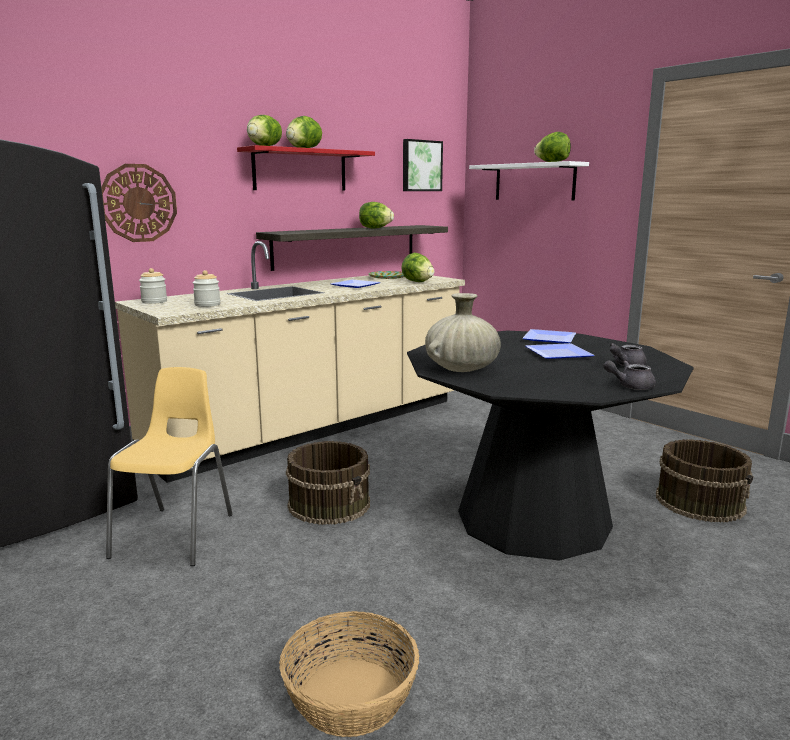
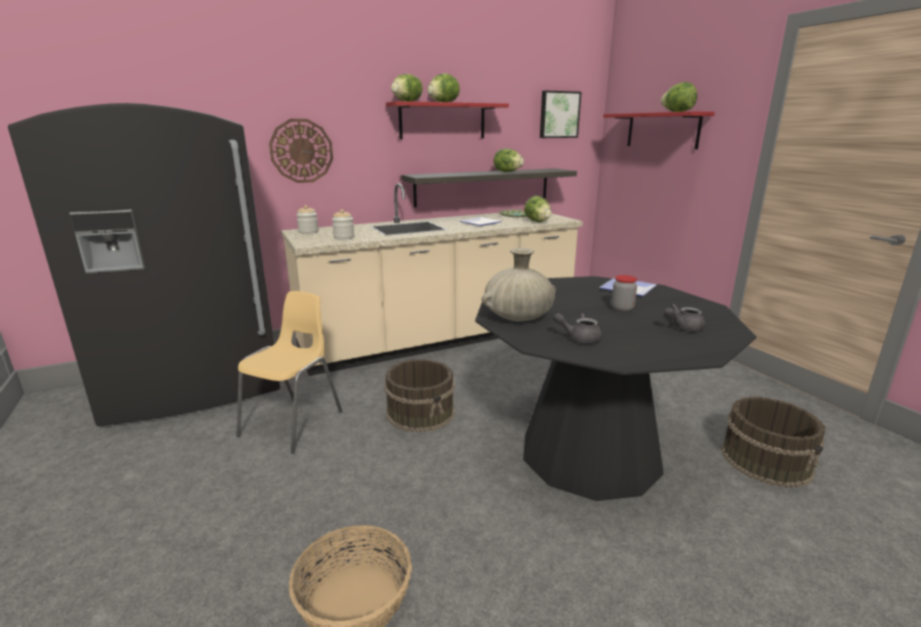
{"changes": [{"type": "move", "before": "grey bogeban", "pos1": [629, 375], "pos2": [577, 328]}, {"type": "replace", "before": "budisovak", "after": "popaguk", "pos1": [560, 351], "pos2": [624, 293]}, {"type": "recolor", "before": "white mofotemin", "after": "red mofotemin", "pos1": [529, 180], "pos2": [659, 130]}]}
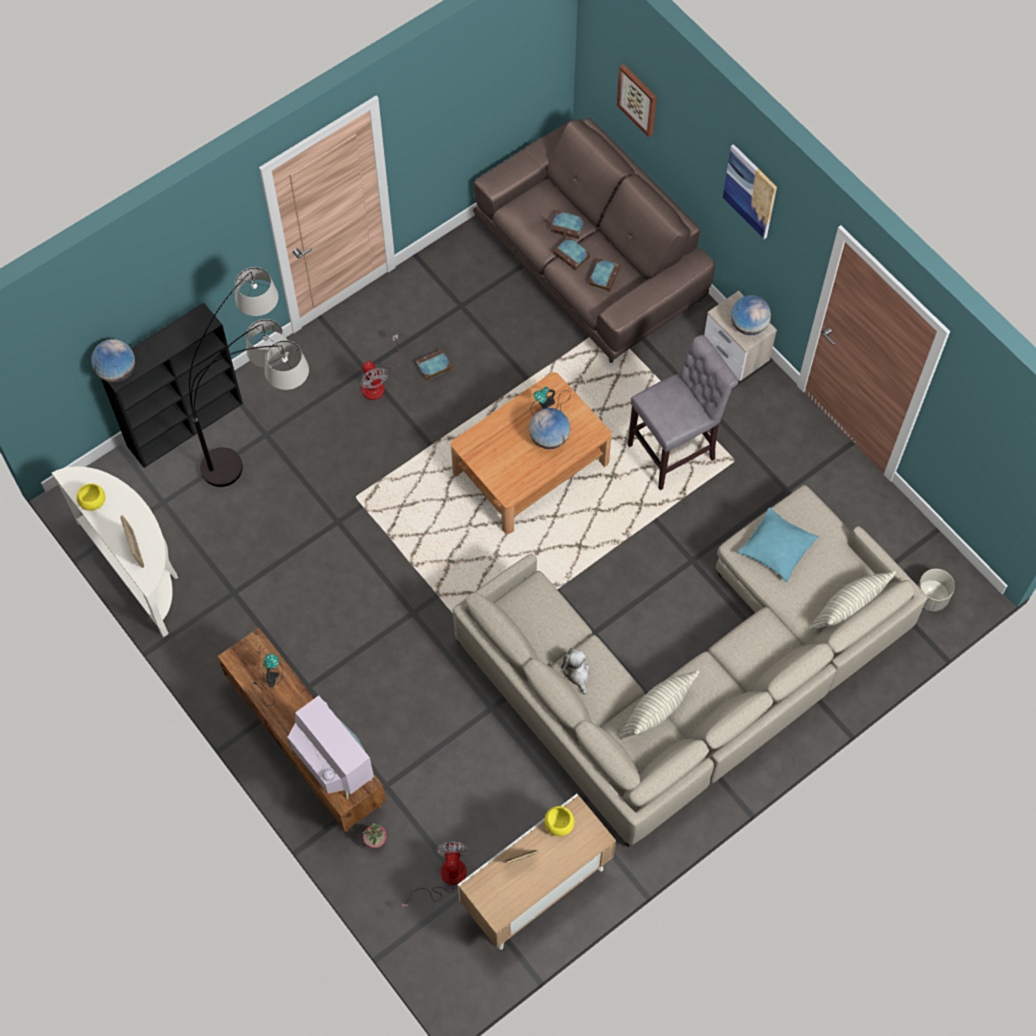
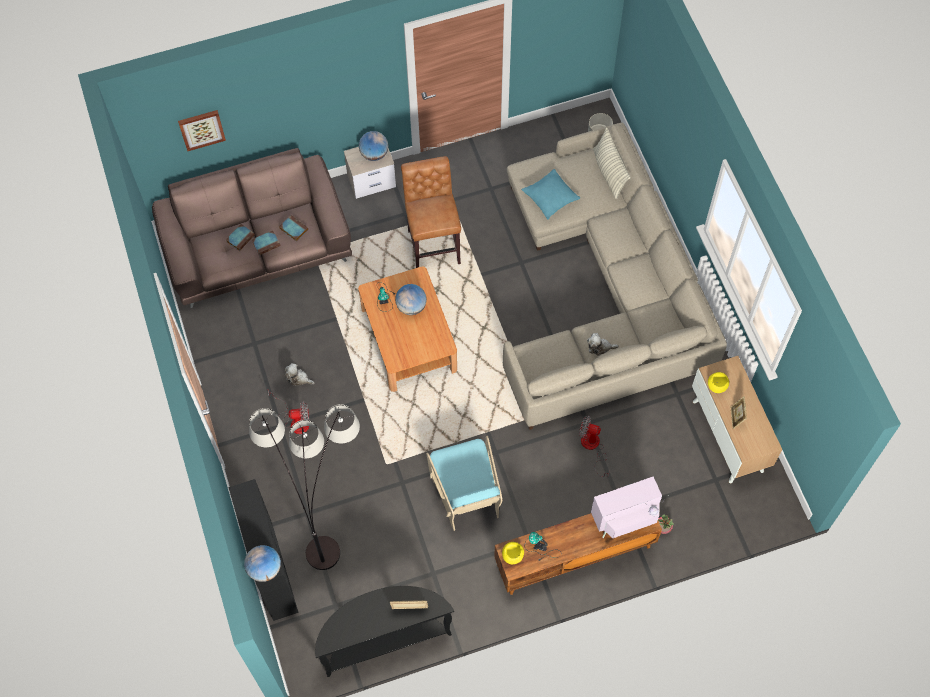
{"changes": [{"type": "delete", "before": "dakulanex", "pos1": [659, 705]}, {"type": "delete", "before": "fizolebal", "pos1": [750, 191]}, {"type": "insert", "after": "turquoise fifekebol", "pos2": [464, 483]}, {"type": "move", "before": "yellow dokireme", "pos1": [91, 497], "pos2": [513, 553]}, {"type": "move", "before": "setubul", "pos1": [435, 874], "pos2": [594, 446]}, {"type": "replace", "before": "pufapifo", "after": "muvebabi", "pos1": [433, 365], "pos2": [300, 374]}, {"type": "recolor", "before": "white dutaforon", "after": "black dutaforon", "pos1": [115, 552], "pos2": [384, 631]}, {"type": "recolor", "before": "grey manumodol", "after": "brown manumodol", "pos1": [683, 412], "pos2": [431, 212]}]}
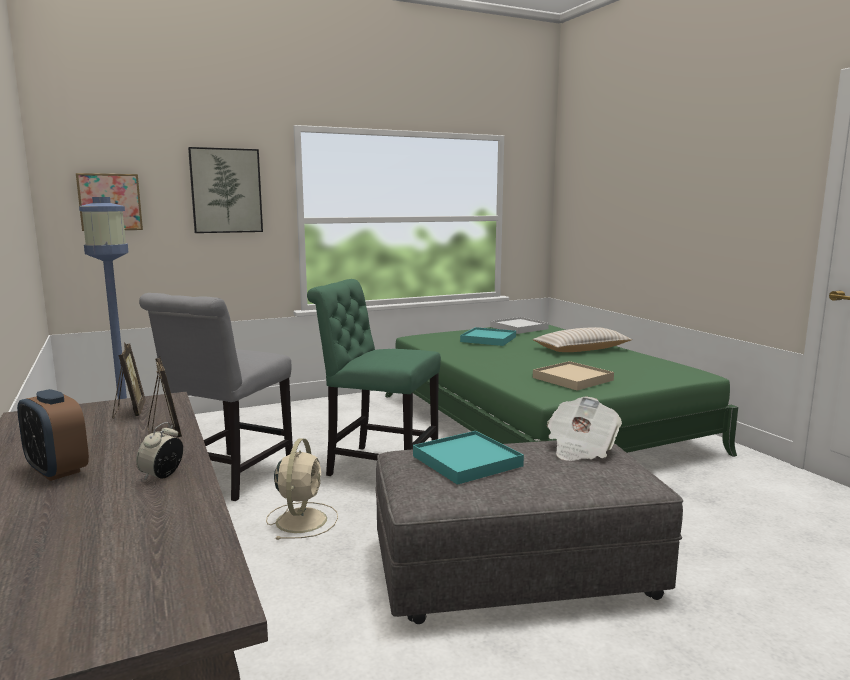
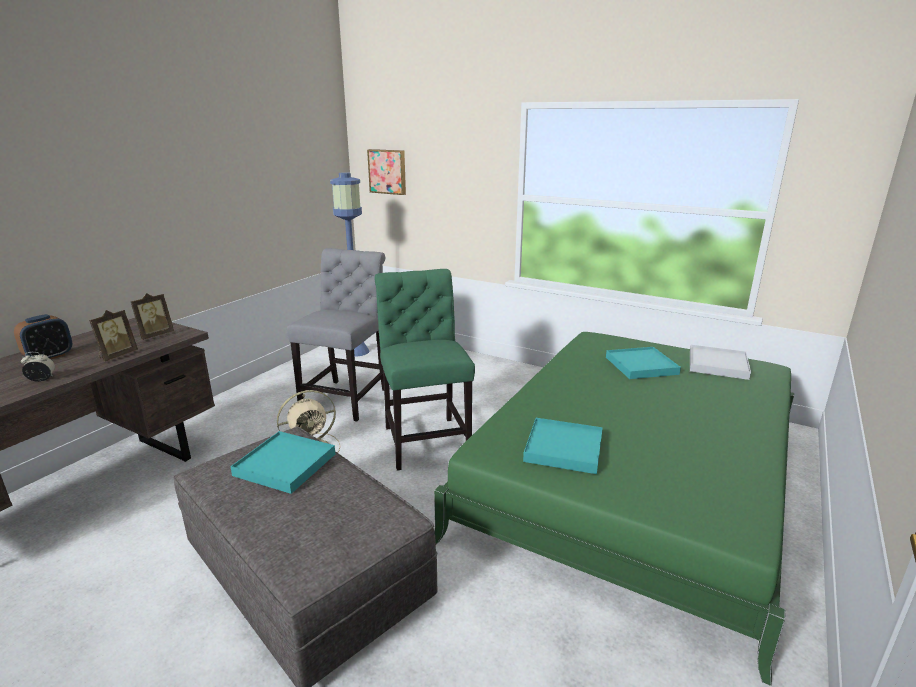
{"changes": [{"type": "delete", "before": "fizolebal", "pos1": [225, 190]}, {"type": "delete", "before": "beige dakulanex", "pos1": [582, 339]}, {"type": "delete", "before": "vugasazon", "pos1": [584, 429]}, {"type": "recolor", "before": "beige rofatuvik", "after": "turquoise rofatuvik", "pos1": [573, 375], "pos2": [563, 446]}, {"type": "rotate", "before": "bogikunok", "pos1": [53, 435], "pos2": [43, 336], "turn": -150}, {"type": "rotate", "before": "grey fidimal", "pos1": [216, 397], "pos2": [336, 334], "turn": 120}]}
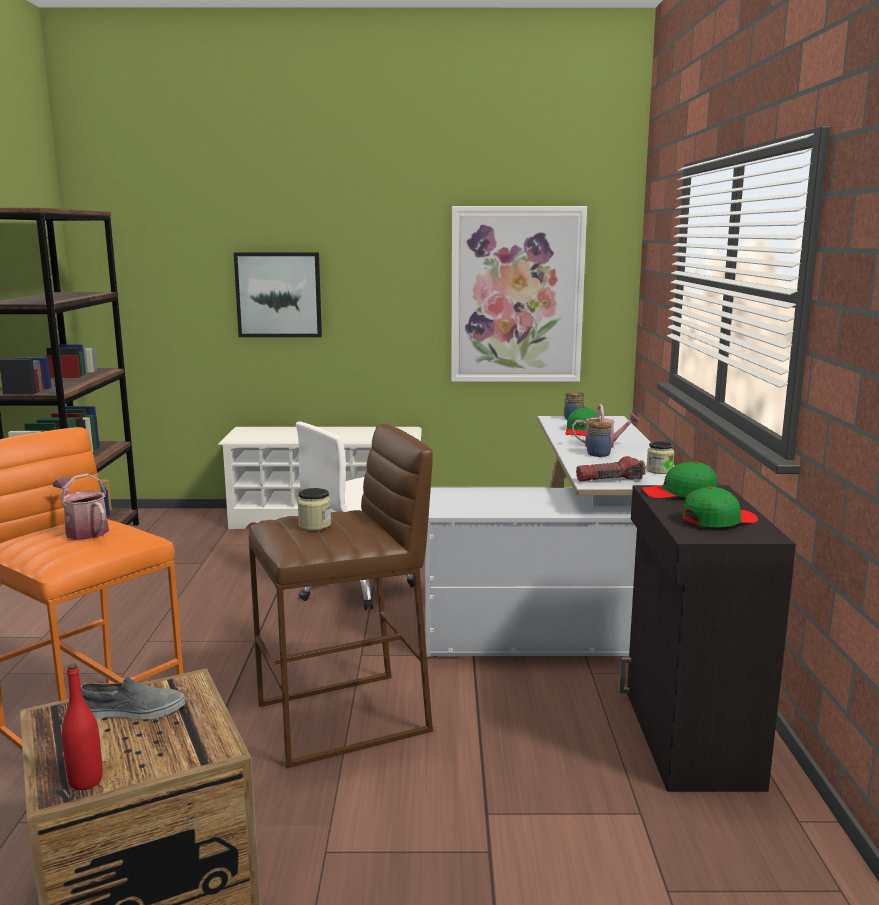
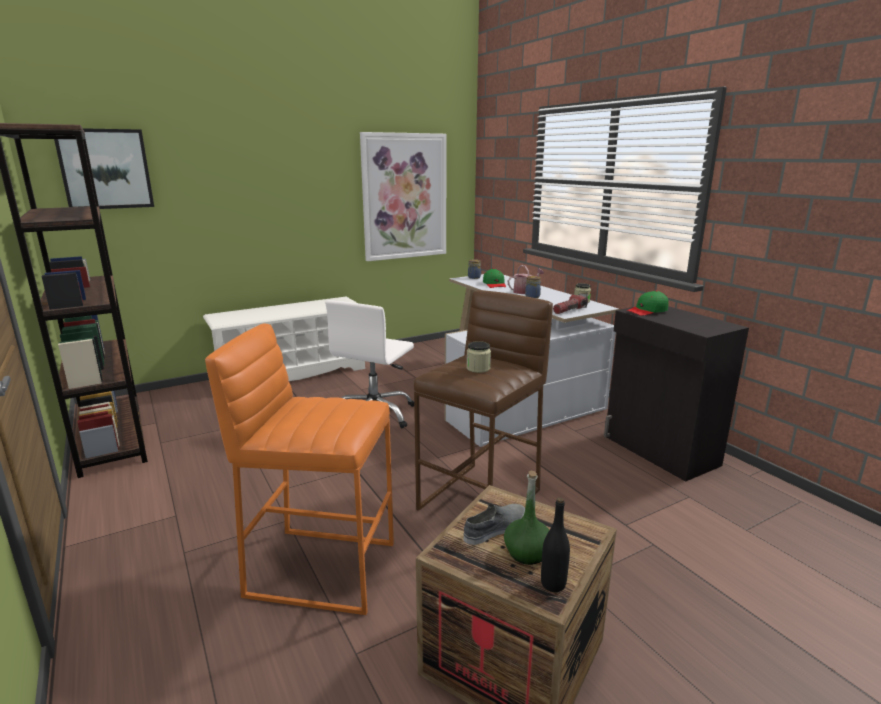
{"changes": [{"type": "delete", "before": "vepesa", "pos1": [80, 506]}, {"type": "delete", "before": "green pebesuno", "pos1": [720, 507]}, {"type": "insert", "after": "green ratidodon", "pos2": [526, 518]}, {"type": "move", "before": "fizolebal", "pos1": [278, 294], "pos2": [104, 168]}, {"type": "recolor", "before": "red ratidodon", "after": "black ratidodon", "pos1": [82, 727], "pos2": [555, 545]}]}
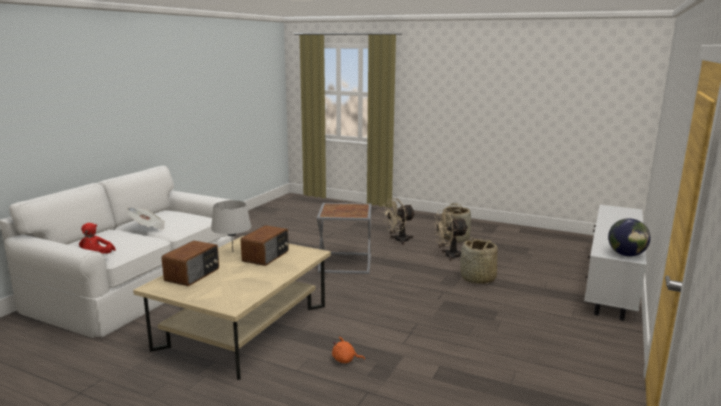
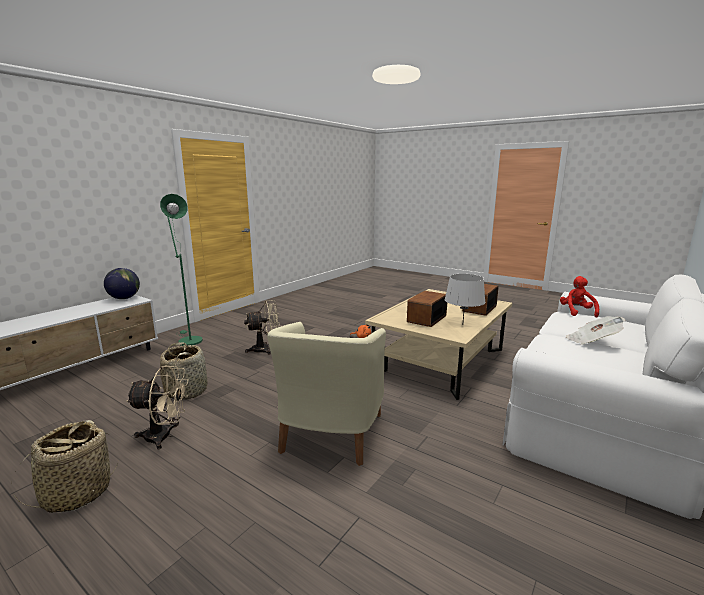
{"changes": [{"type": "insert", "after": "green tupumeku", "pos2": [181, 270]}, {"type": "move", "before": "beige setubul", "pos1": [398, 221], "pos2": [262, 327]}, {"type": "replace", "before": "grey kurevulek", "after": "beige fifekebol", "pos1": [344, 238], "pos2": [326, 394]}]}
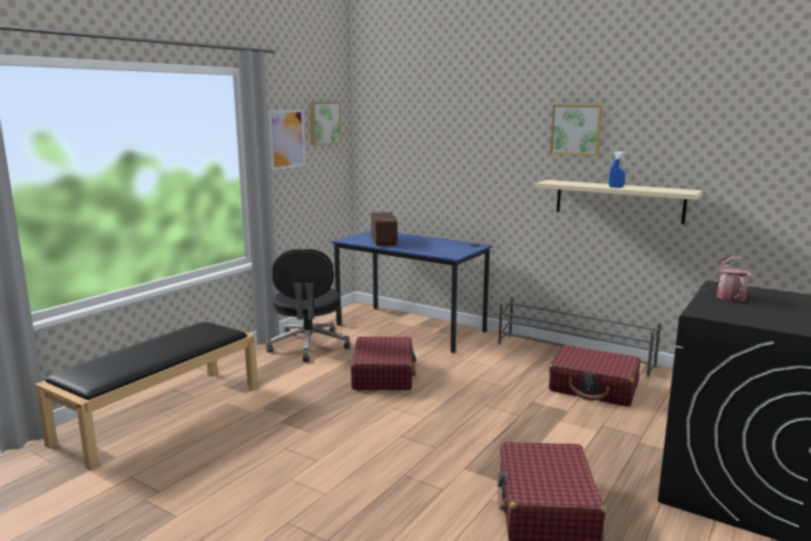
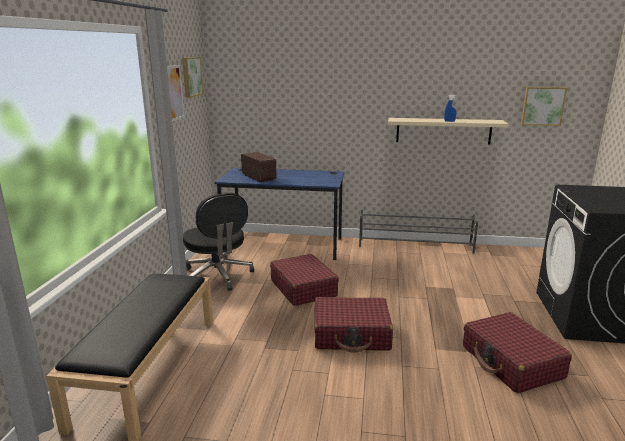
{"changes": [{"type": "delete", "before": "vepesa", "pos1": [734, 279]}, {"type": "move", "before": "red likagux", "pos1": [595, 376], "pos2": [353, 325]}, {"type": "move", "before": "fizolebal", "pos1": [576, 130], "pos2": [544, 106]}]}
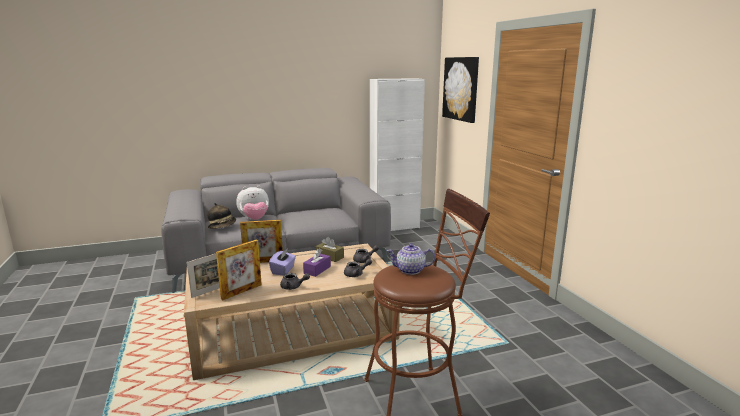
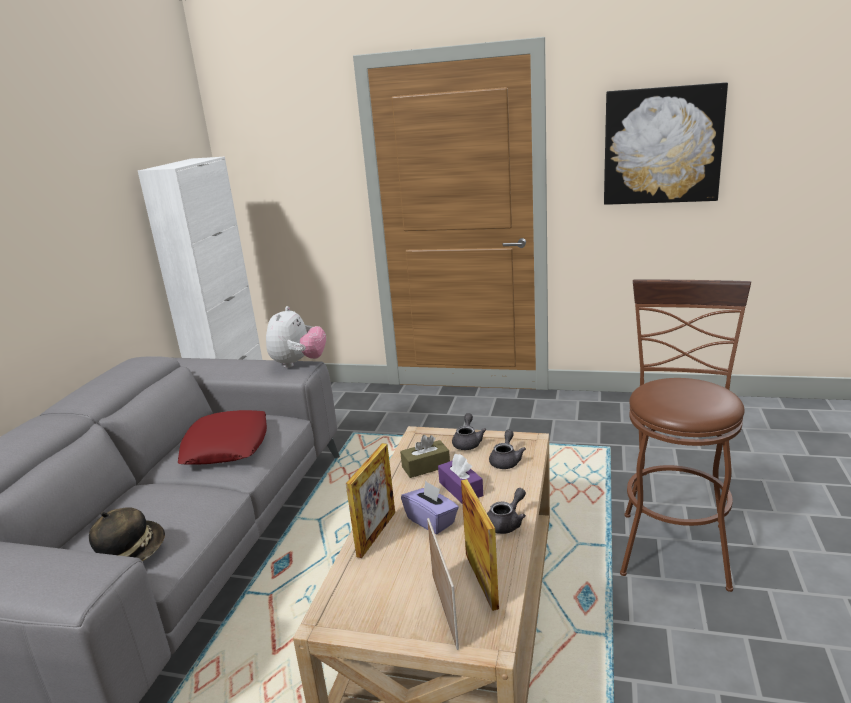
{"changes": [{"type": "delete", "before": "bogeban", "pos1": [411, 259]}, {"type": "insert", "after": "red dakulanex", "pos2": [222, 437]}, {"type": "move", "before": "muvebabi", "pos1": [252, 202], "pos2": [296, 337]}, {"type": "move", "before": "fizolebal", "pos1": [460, 90], "pos2": [666, 143]}]}
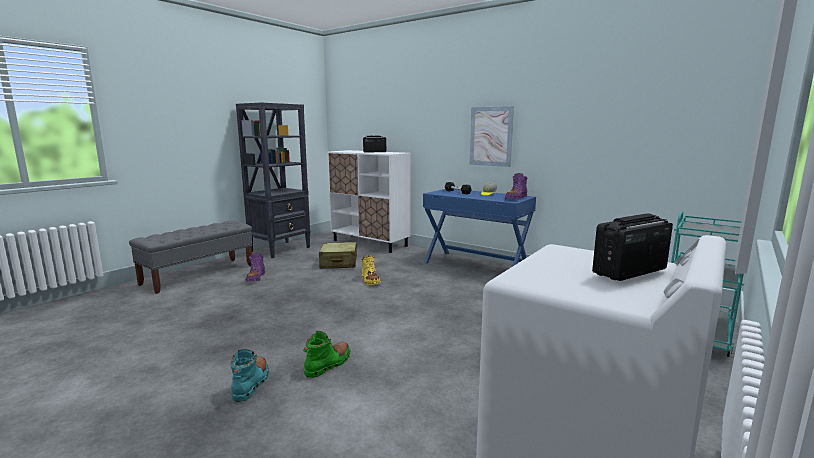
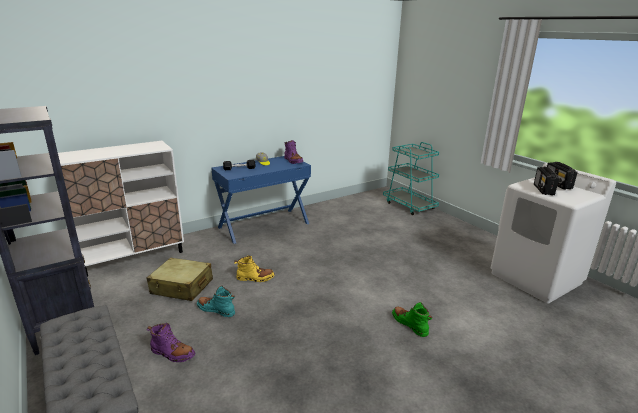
{"changes": [{"type": "delete", "before": "fizolebal", "pos1": [492, 136]}, {"type": "move", "before": "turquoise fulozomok", "pos1": [249, 375], "pos2": [216, 301]}, {"type": "move", "before": "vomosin", "pos1": [374, 144], "pos2": [546, 181]}]}
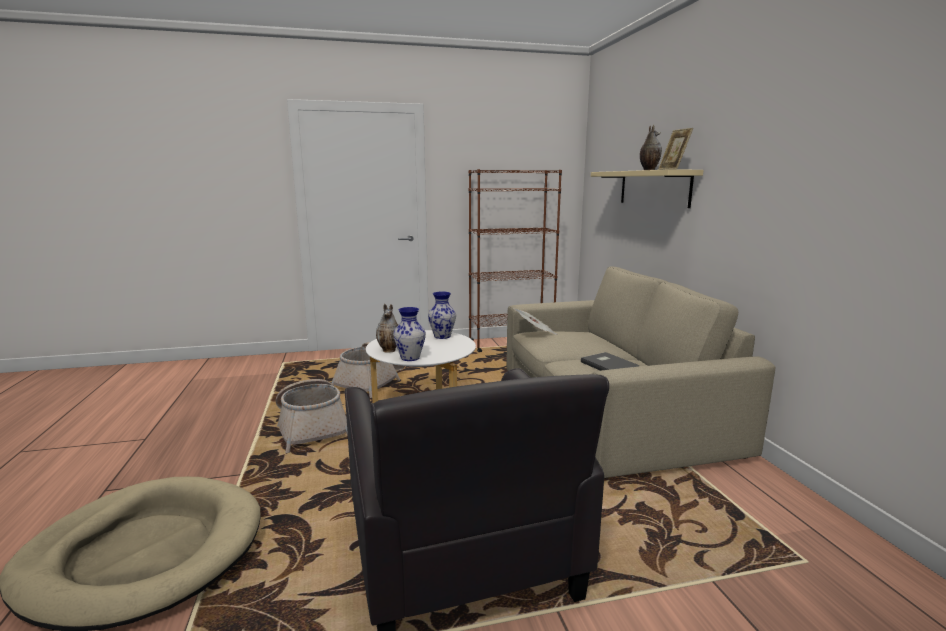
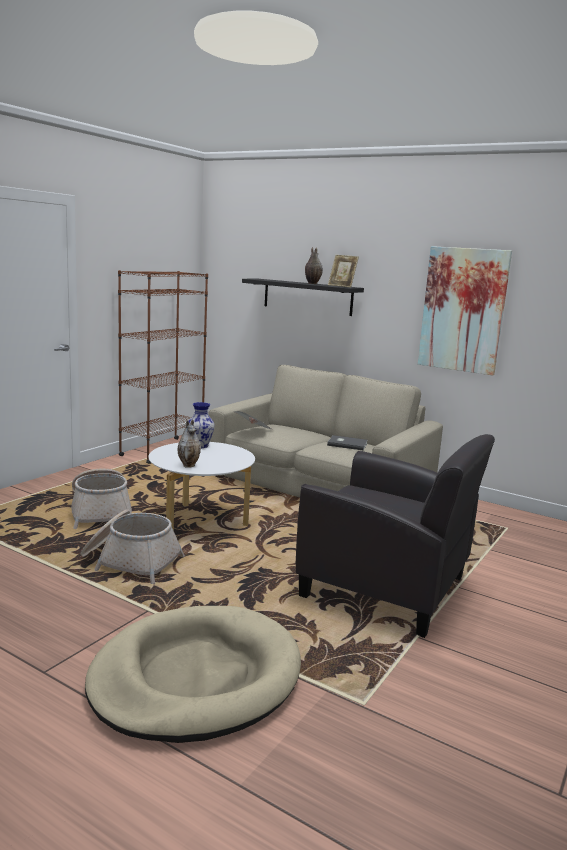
{"changes": [{"type": "delete", "before": "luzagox", "pos1": [409, 334]}, {"type": "insert", "after": "fizolebal", "pos2": [465, 311]}, {"type": "recolor", "before": "beige mofotemin", "after": "black mofotemin", "pos1": [647, 189], "pos2": [303, 297]}]}
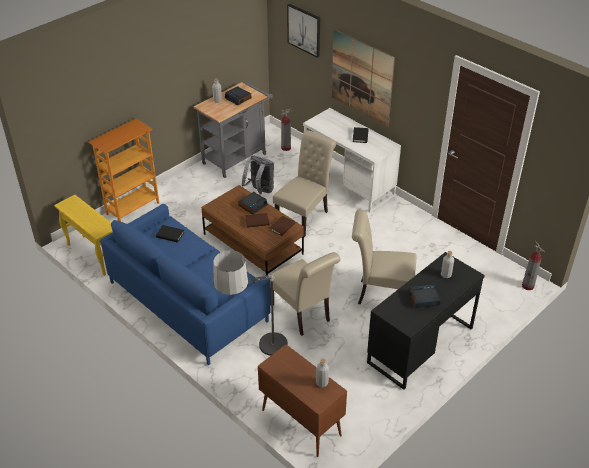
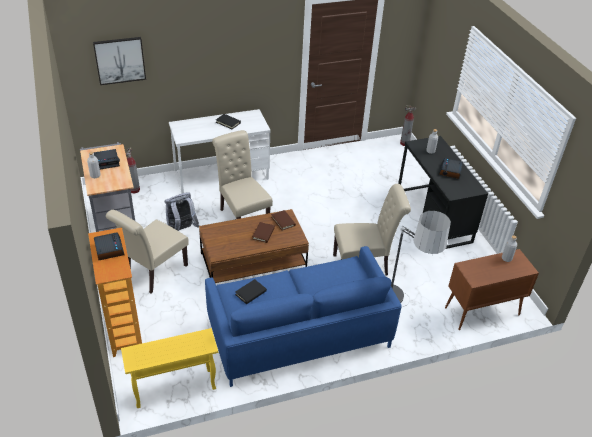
{"changes": [{"type": "delete", "before": "fizolebal", "pos1": [363, 78]}, {"type": "move", "before": "bogikunok", "pos1": [253, 203], "pos2": [109, 246]}, {"type": "move", "before": "beige fidimal", "pos1": [384, 257], "pos2": [147, 251]}]}
